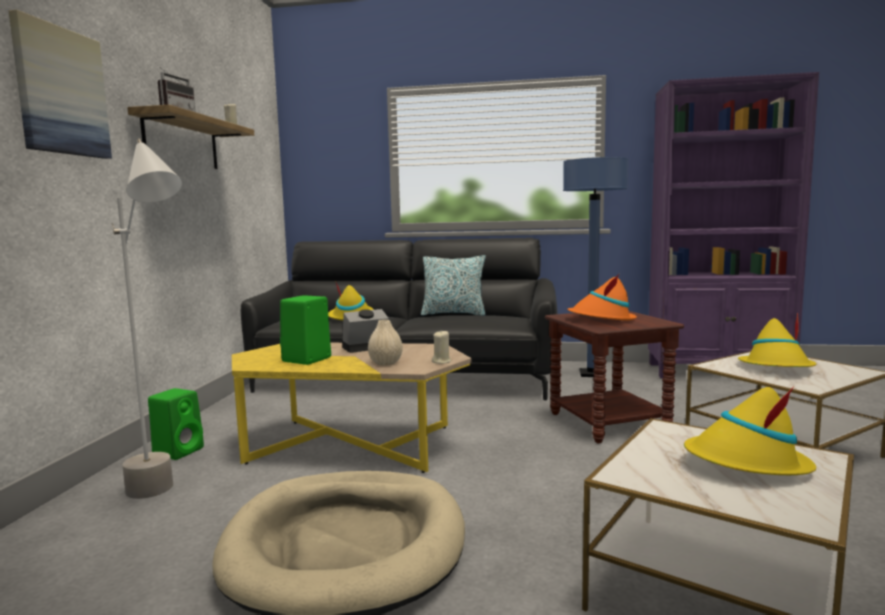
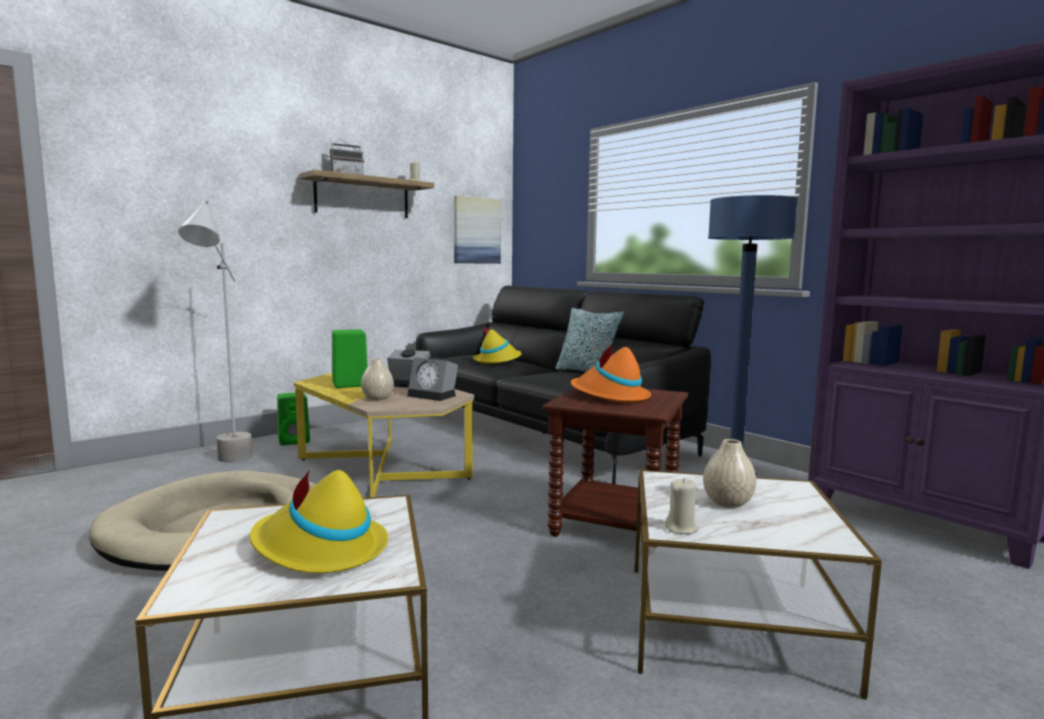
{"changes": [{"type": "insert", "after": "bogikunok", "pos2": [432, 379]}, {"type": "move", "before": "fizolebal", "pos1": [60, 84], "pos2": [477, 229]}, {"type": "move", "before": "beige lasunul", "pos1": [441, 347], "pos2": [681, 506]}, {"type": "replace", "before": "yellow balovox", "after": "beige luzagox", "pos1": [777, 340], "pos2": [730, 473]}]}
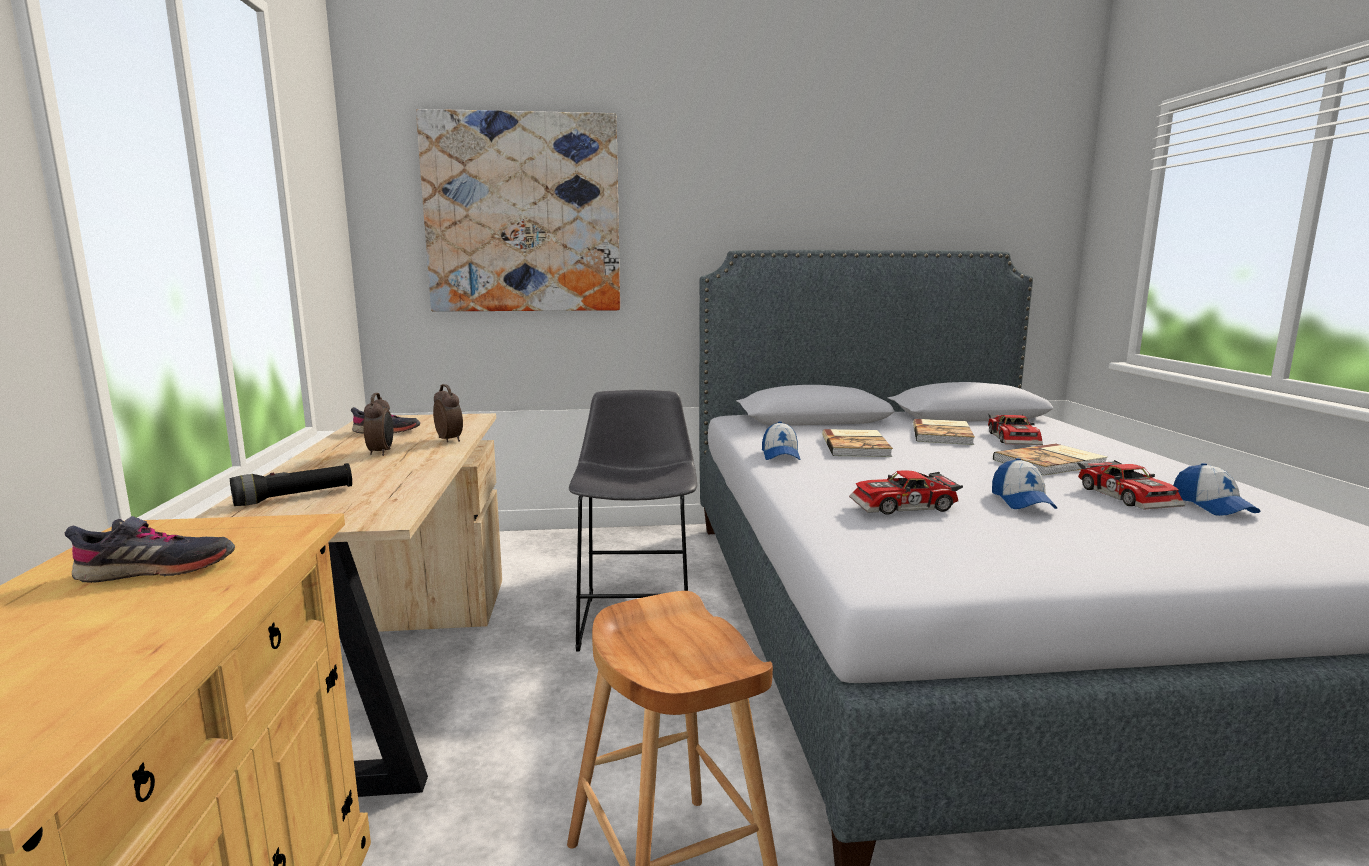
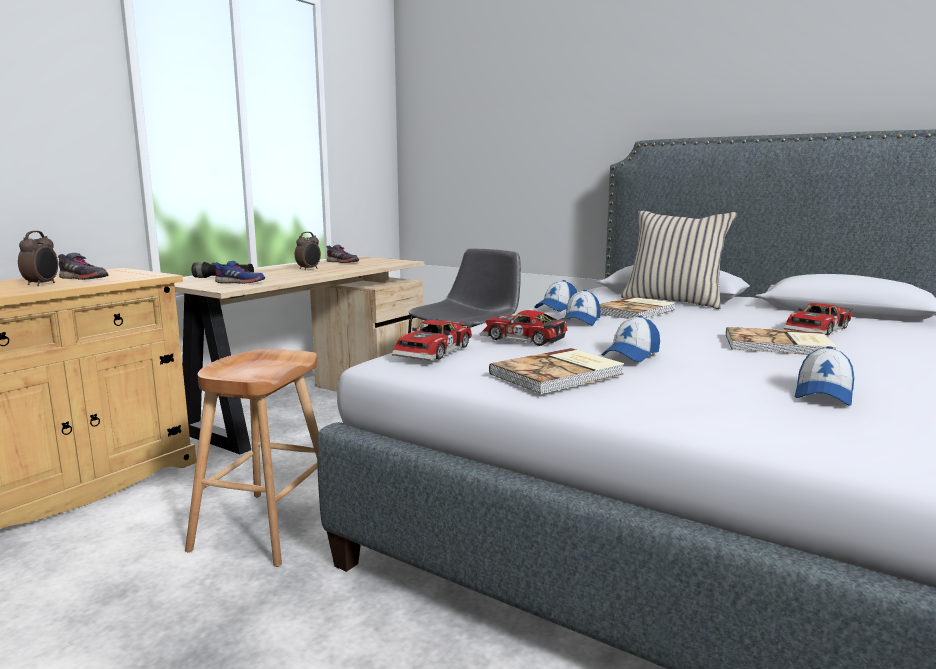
{"changes": [{"type": "delete", "before": "fizolebal", "pos1": [518, 210]}, {"type": "insert", "after": "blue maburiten", "pos2": [239, 272]}, {"type": "insert", "after": "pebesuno", "pos2": [582, 308]}, {"type": "insert", "after": "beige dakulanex", "pos2": [679, 260]}, {"type": "move", "before": "bogikunok", "pos1": [448, 413], "pos2": [38, 258]}, {"type": "move", "before": "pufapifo", "pos1": [944, 432], "pos2": [556, 371]}, {"type": "move", "before": "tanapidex", "pos1": [1131, 484], "pos2": [432, 339]}]}
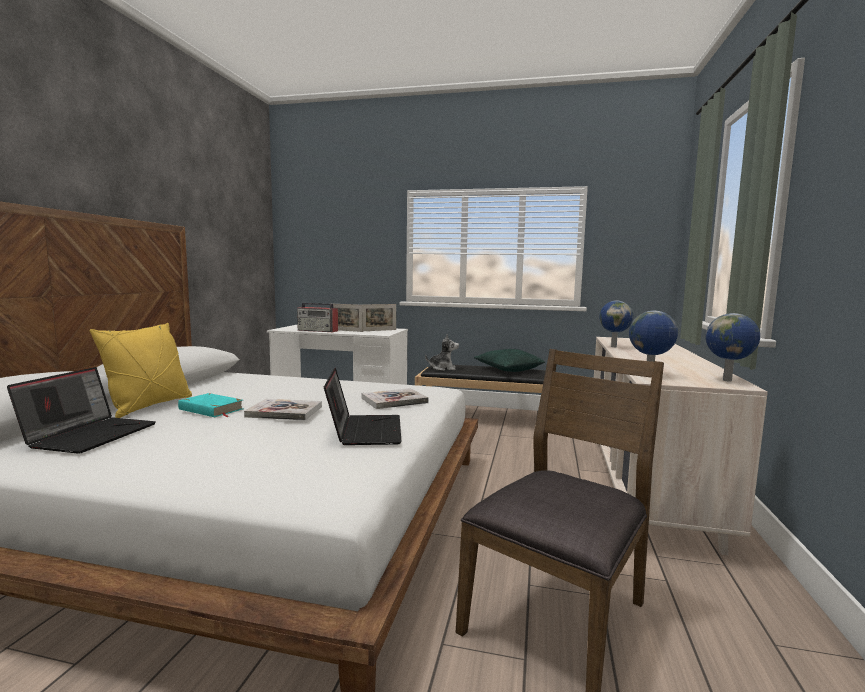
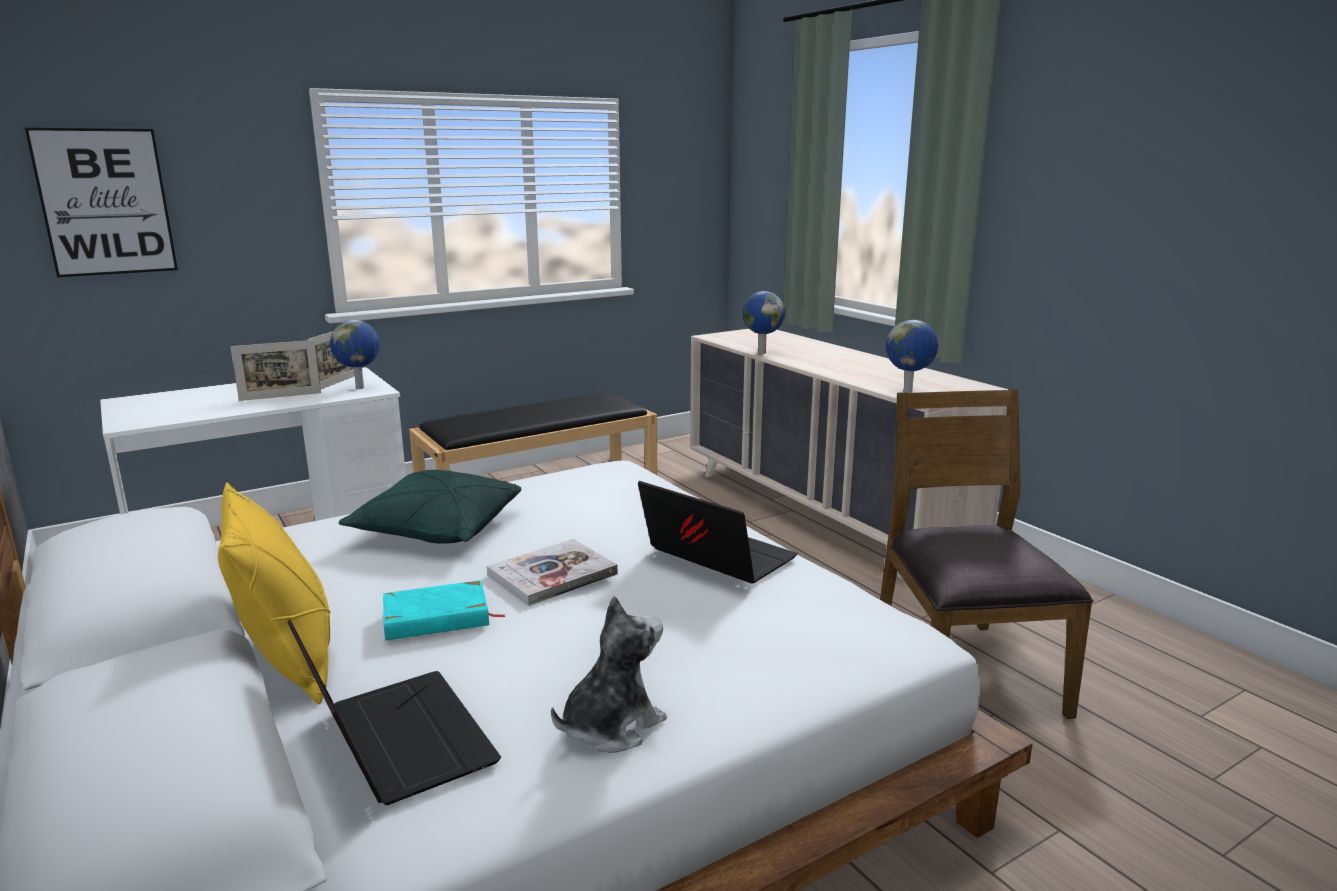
{"changes": [{"type": "delete", "before": "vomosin", "pos1": [317, 317]}, {"type": "delete", "before": "pufapifo", "pos1": [395, 398]}, {"type": "insert", "after": "fizolebal", "pos2": [101, 202]}, {"type": "move", "before": "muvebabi", "pos1": [442, 352], "pos2": [609, 674]}, {"type": "move", "before": "green dakulanex", "pos1": [509, 360], "pos2": [430, 507]}, {"type": "move", "before": "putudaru", "pos1": [732, 347], "pos2": [355, 354]}]}
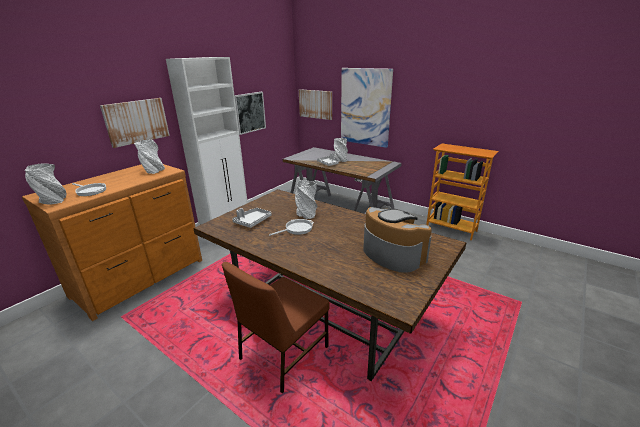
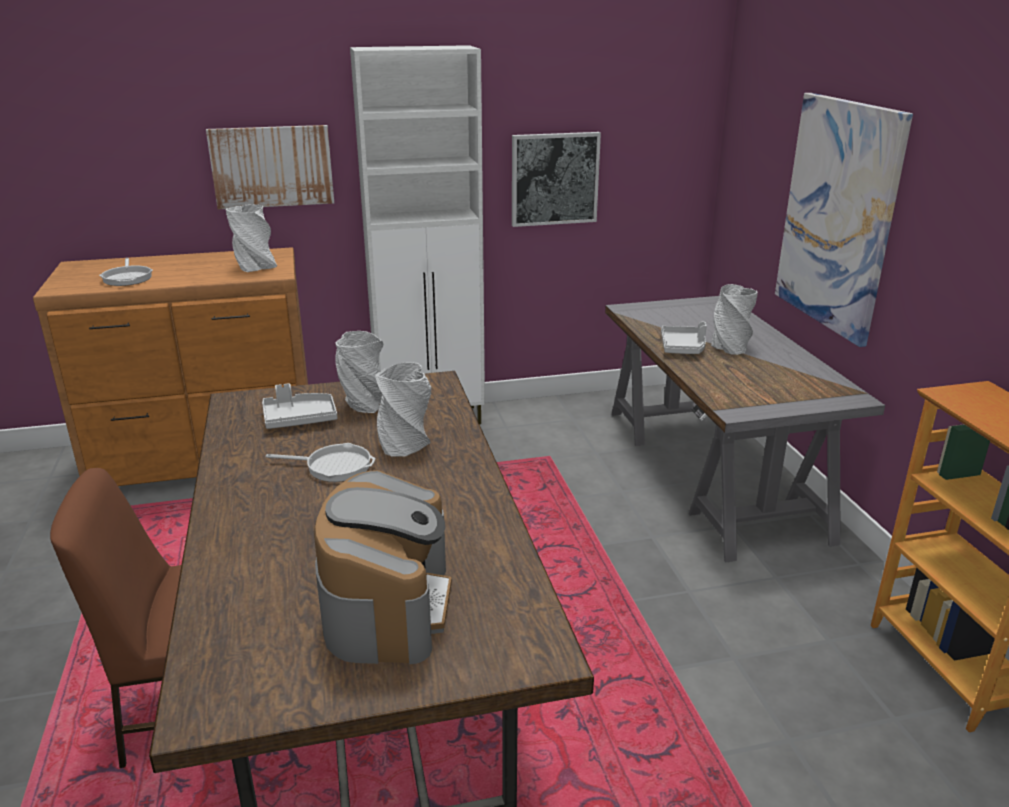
{"changes": [{"type": "delete", "before": "fizolebal", "pos1": [315, 104]}, {"type": "move", "before": "grey luzagox", "pos1": [46, 184], "pos2": [359, 372]}]}
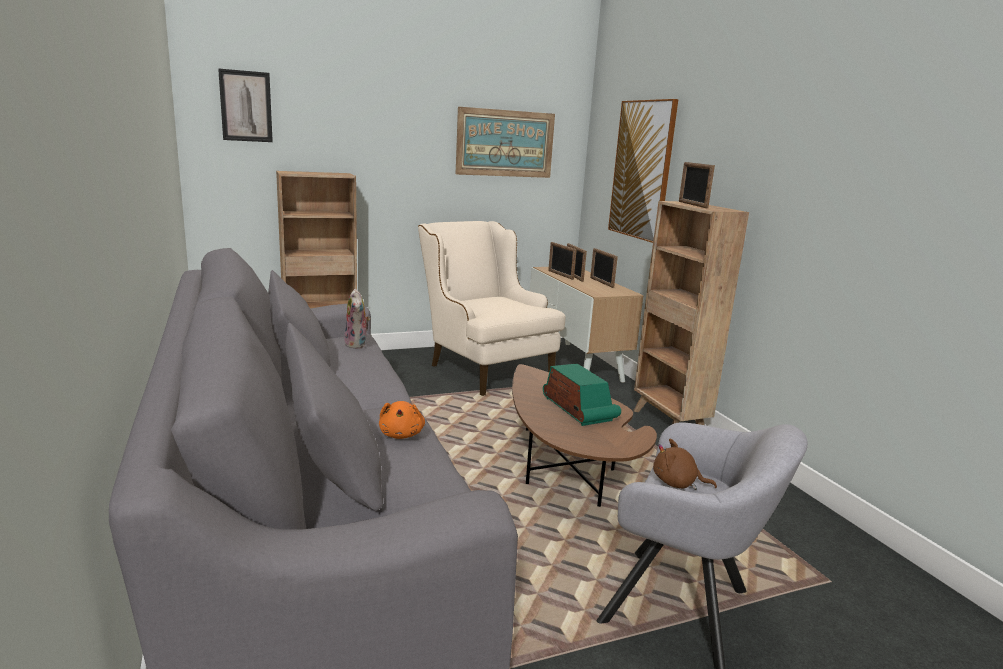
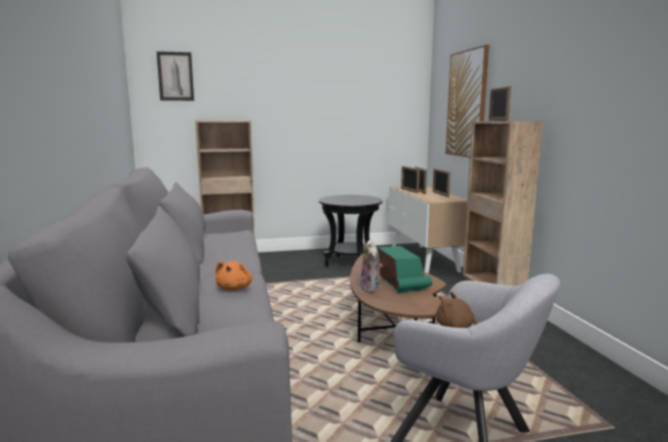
{"changes": [{"type": "delete", "before": "fizolebal", "pos1": [505, 142]}, {"type": "move", "before": "muvebabi", "pos1": [357, 319], "pos2": [371, 266]}, {"type": "replace", "before": "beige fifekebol", "after": "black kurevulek", "pos1": [492, 308], "pos2": [351, 231]}]}
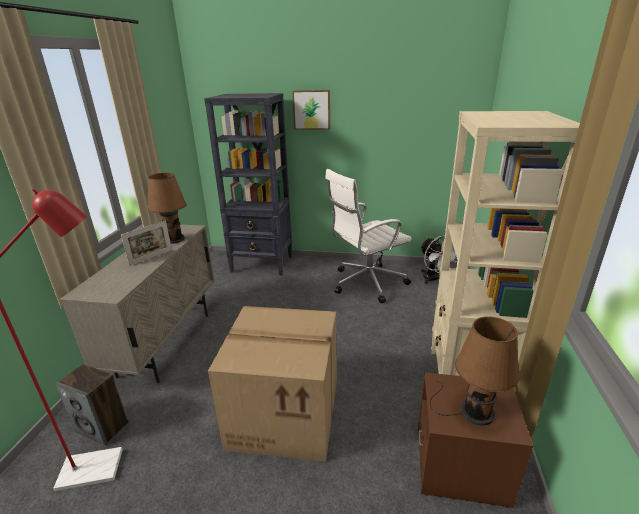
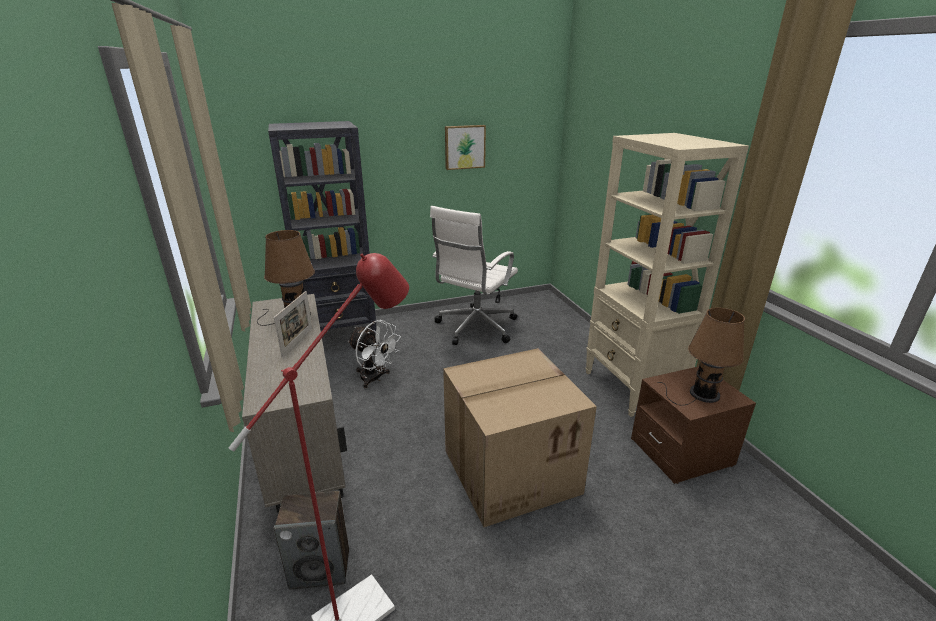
{"changes": [{"type": "move", "before": "fizolebal", "pos1": [311, 110], "pos2": [465, 147]}, {"type": "move", "before": "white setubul", "pos1": [438, 259], "pos2": [374, 354]}]}
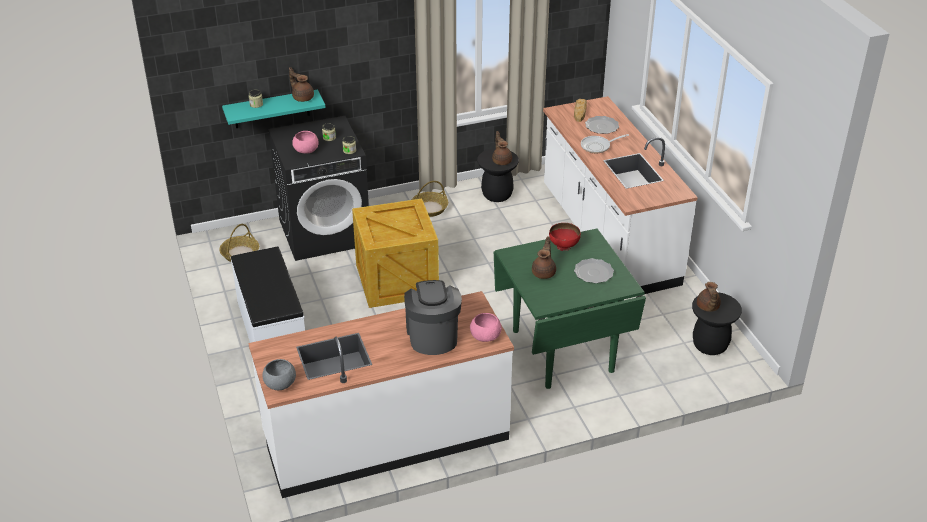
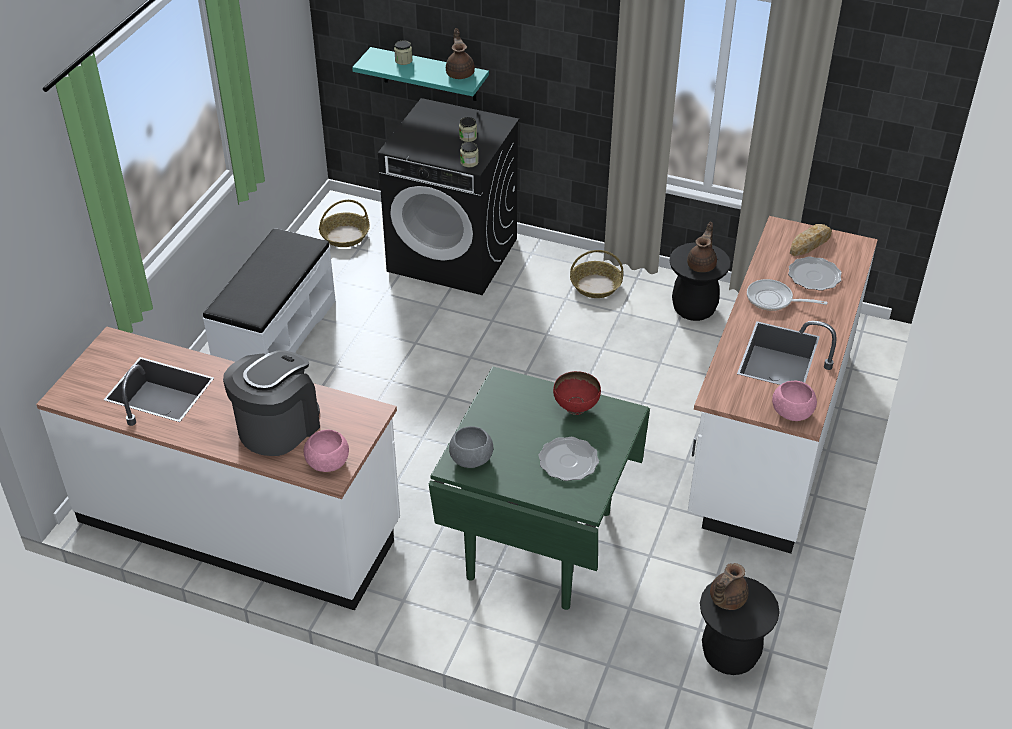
{"changes": [{"type": "delete", "before": "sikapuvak", "pos1": [395, 253]}, {"type": "delete", "before": "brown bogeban", "pos1": [544, 257]}, {"type": "move", "before": "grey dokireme", "pos1": [279, 374], "pos2": [471, 447]}, {"type": "move", "before": "pink dokireme", "pos1": [305, 142], "pos2": [794, 400]}]}
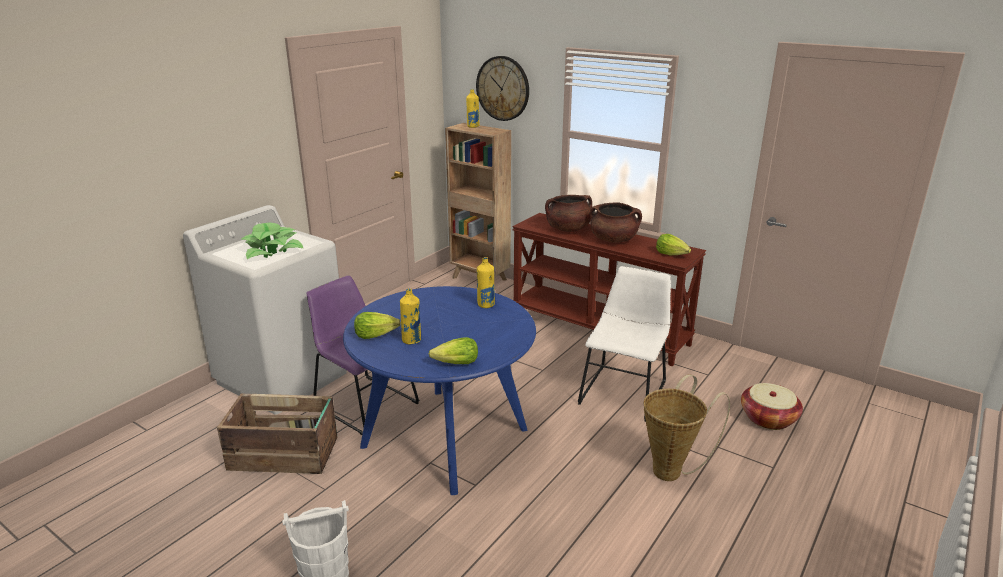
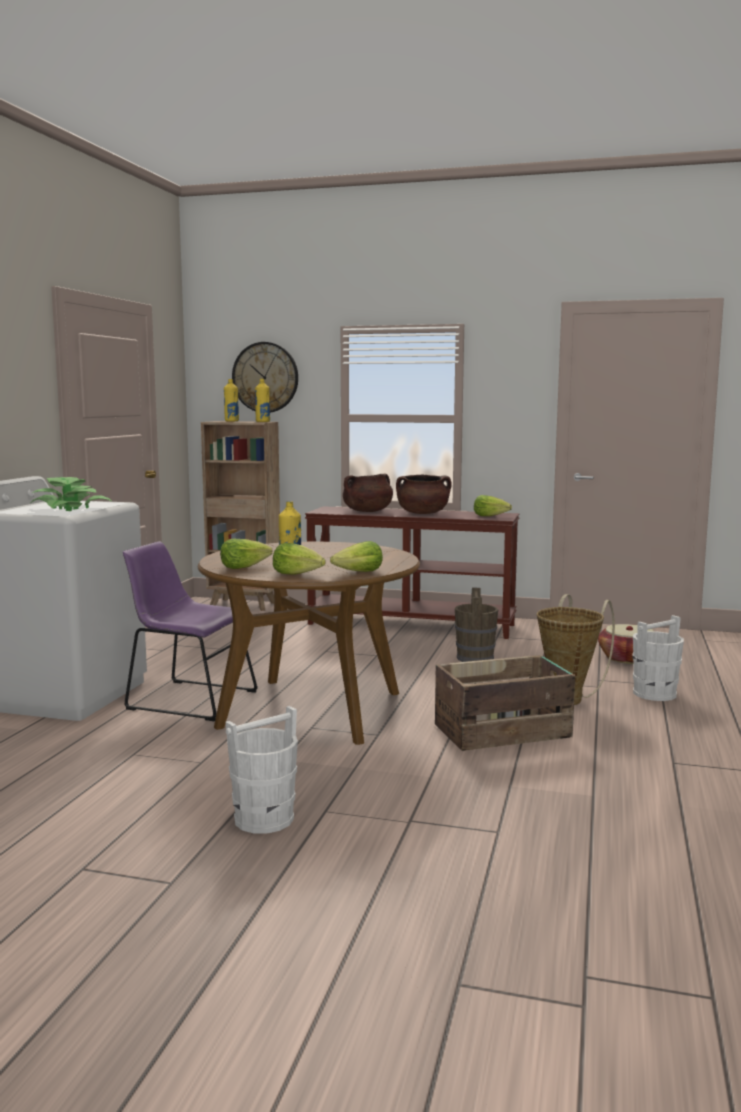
{"changes": [{"type": "insert", "after": "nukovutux", "pos2": [299, 559]}, {"type": "insert", "after": "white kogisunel", "pos2": [658, 658]}, {"type": "move", "before": "sikapuvak", "pos1": [277, 433], "pos2": [505, 703]}, {"type": "move", "before": "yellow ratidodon", "pos1": [486, 282], "pos2": [262, 400]}, {"type": "replace", "before": "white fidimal", "after": "brown kogisunel", "pos1": [624, 344], "pos2": [476, 625]}, {"type": "recolor", "before": "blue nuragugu", "after": "brown nuragugu", "pos1": [439, 390], "pos2": [309, 643]}]}
